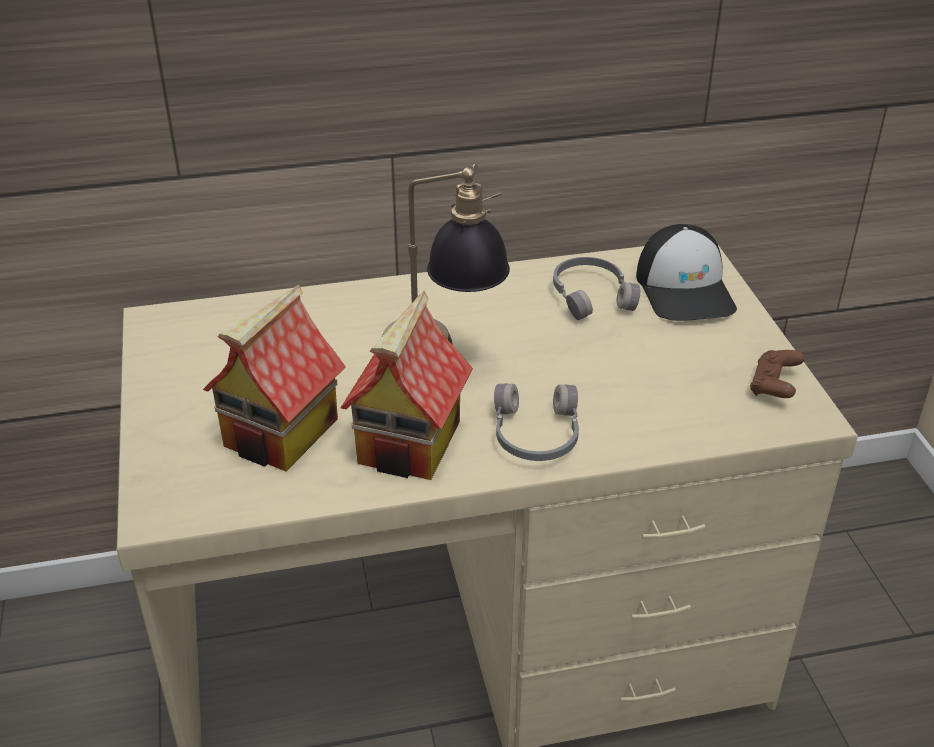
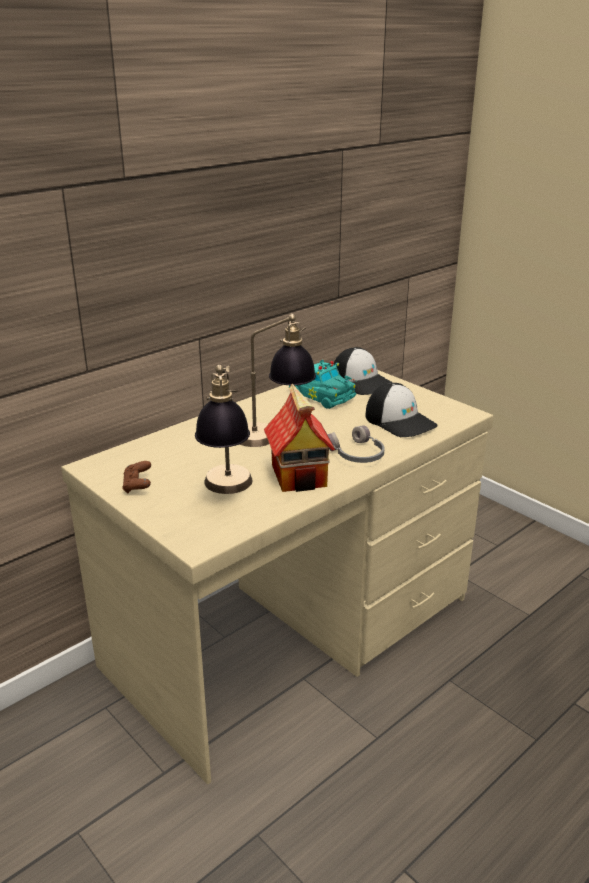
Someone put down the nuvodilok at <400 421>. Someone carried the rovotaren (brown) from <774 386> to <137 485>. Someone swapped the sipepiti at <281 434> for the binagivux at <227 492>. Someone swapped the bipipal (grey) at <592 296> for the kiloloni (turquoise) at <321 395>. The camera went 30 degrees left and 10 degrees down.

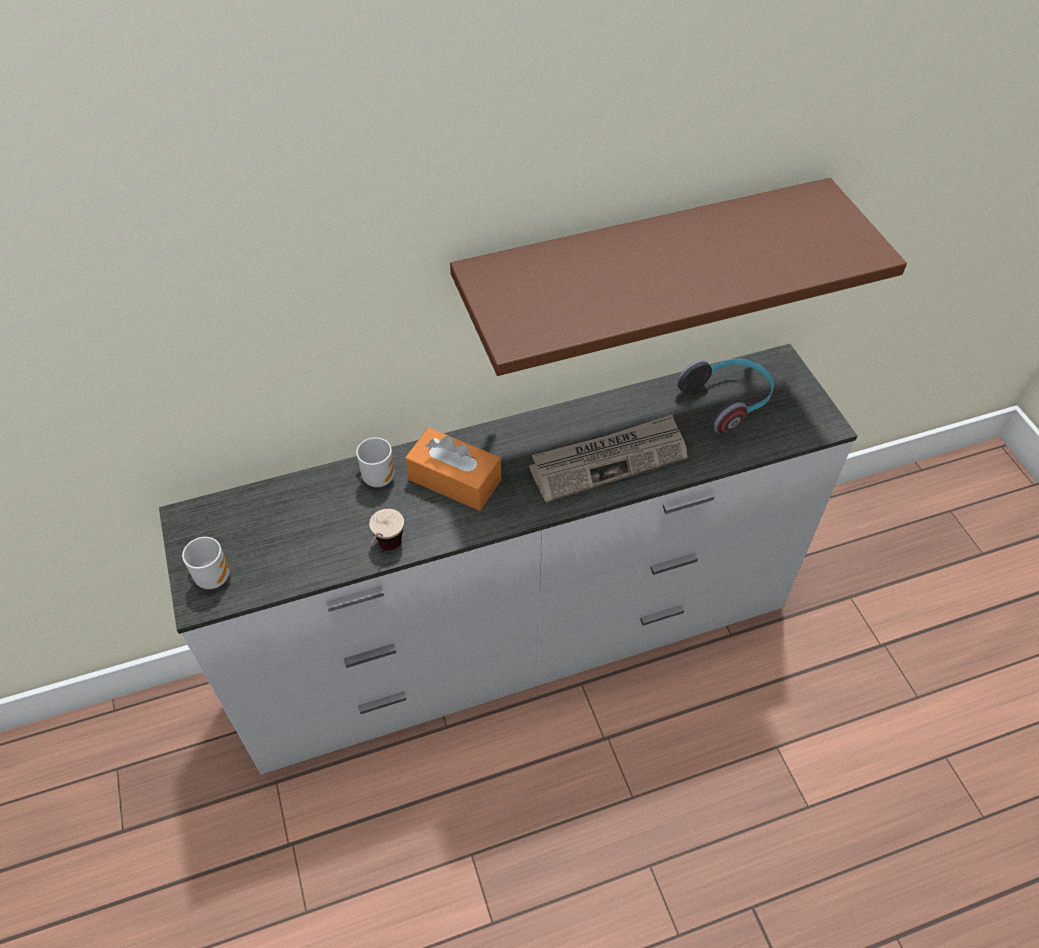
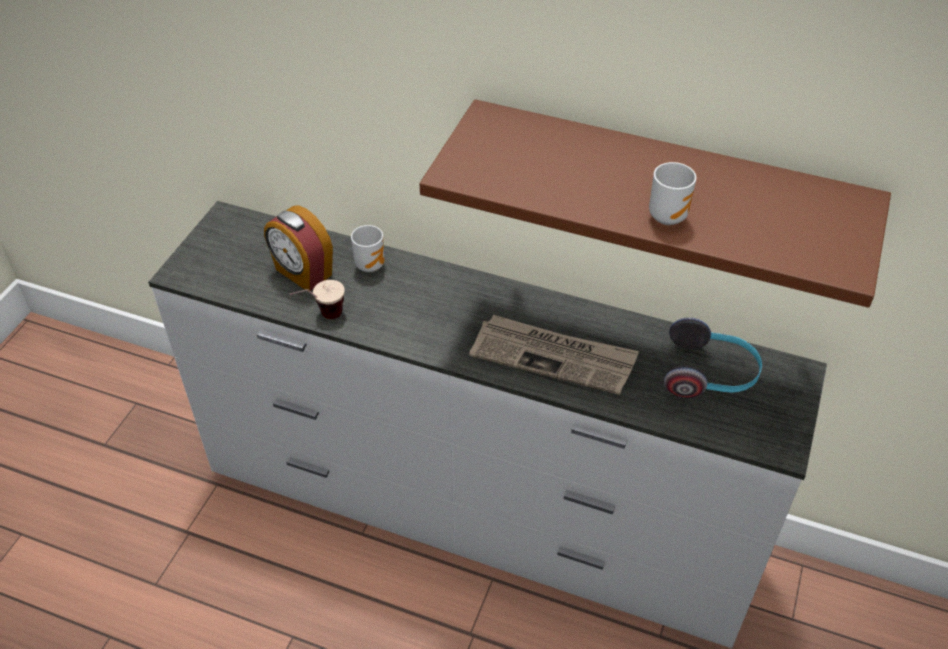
Someone took away the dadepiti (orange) at <454 480>. Someone put down the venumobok at <302 273>. Someone carried the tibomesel from <213 576> to <667 215>. The camera went 40 degrees right and 5 degrees down.

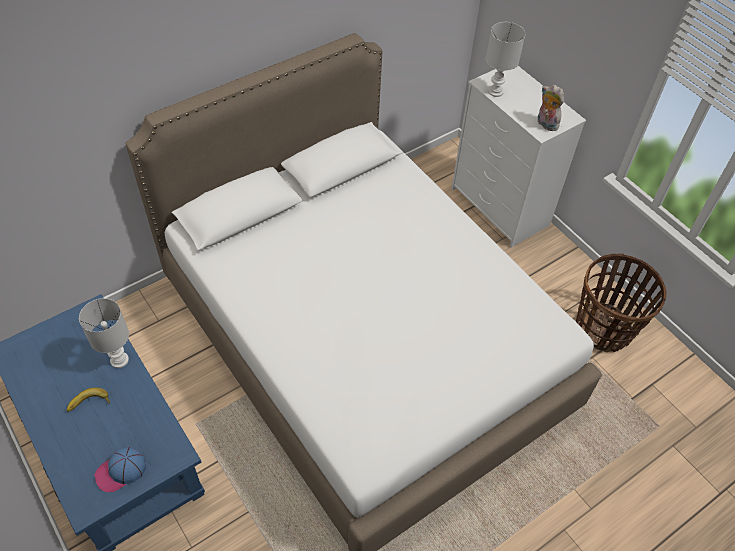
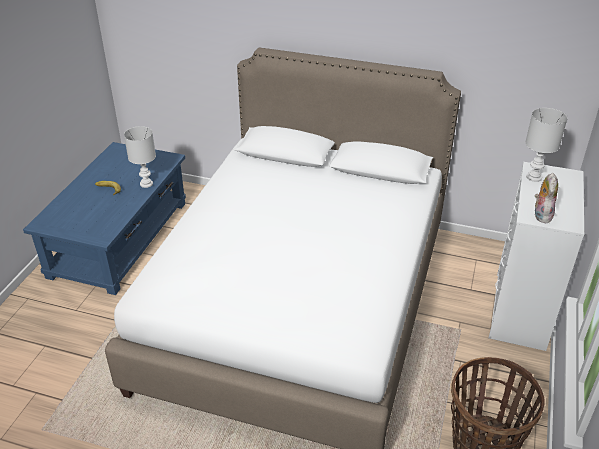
Someone took away the nuvodilok at <121 471>. The camera went 55 degrees right and 15 degrees down.

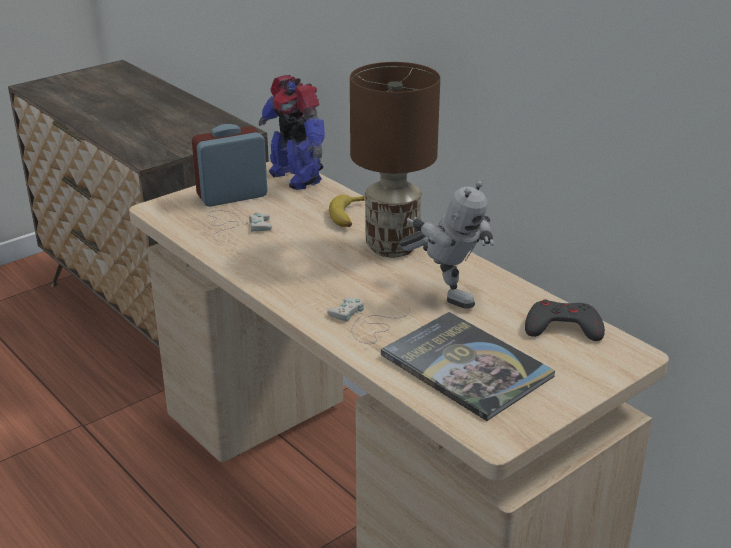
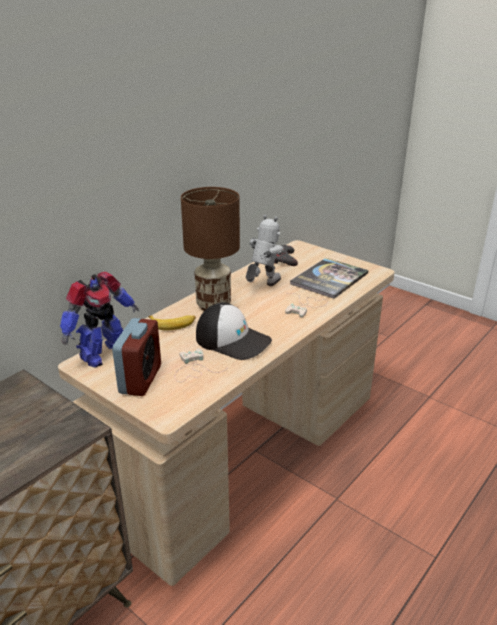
Someone put down the nuvodilok at <233 340>. Someone rotated the venumobok at <232 196> by 135 degrees counterclockwise. The camera went 100 degrees left and 0 degrees up.

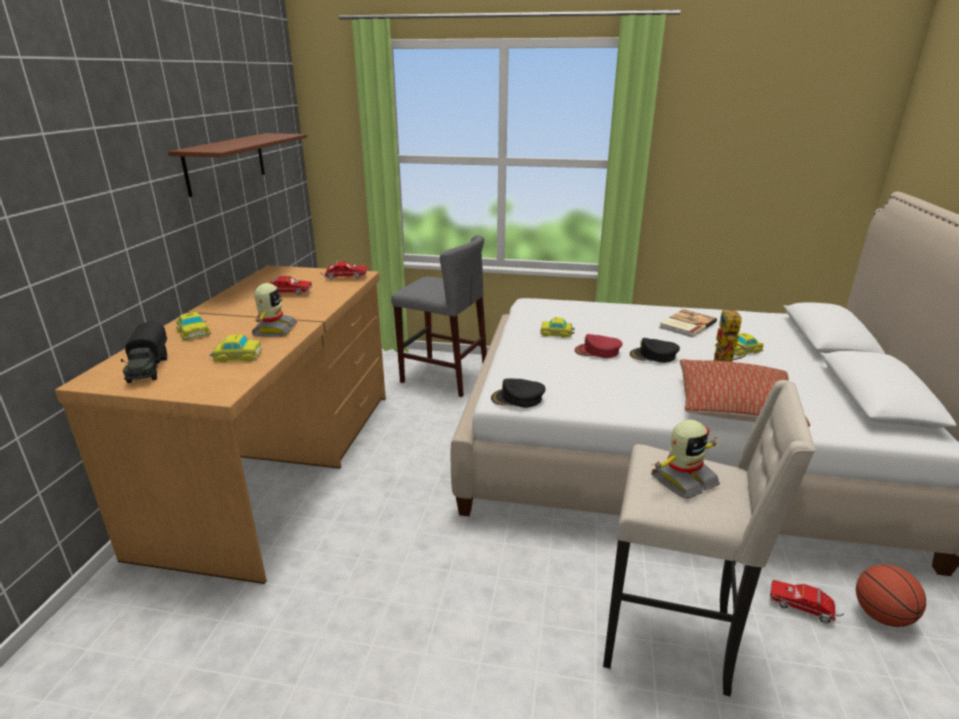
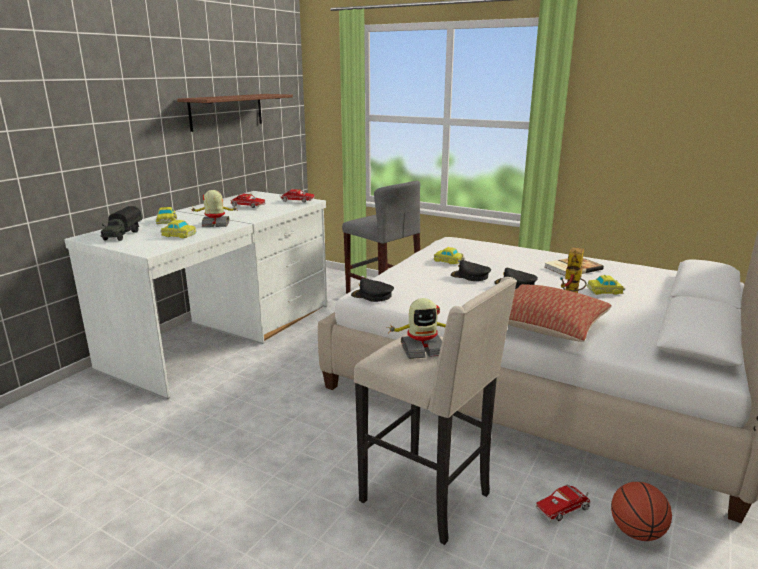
Someone repainted the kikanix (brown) at <281 464>, which became the kikanix (white) at <225 335>. Someone repainted the nuvodilok (red) at <597 351>, which became the nuvodilok (black) at <470 276>. Someone rotated the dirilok at <273 330> by 120 degrees counterclockwise. Someone rotated the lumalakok at <804 608> by 75 degrees counterclockwise. The camera went 20 degrees right and 5 degrees down.

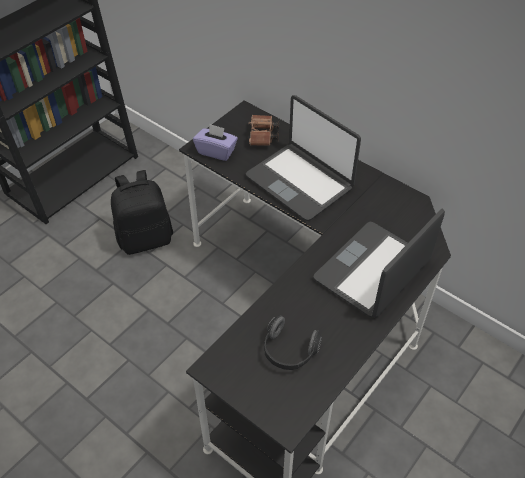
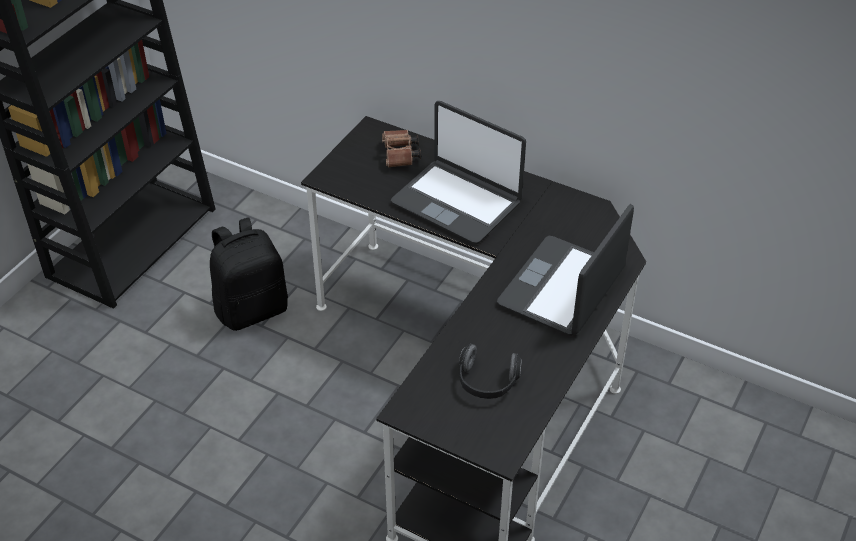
Someone took away the dadepiti (purple) at <216 151>. The camera went 10 degrees left and 5 degrees down.

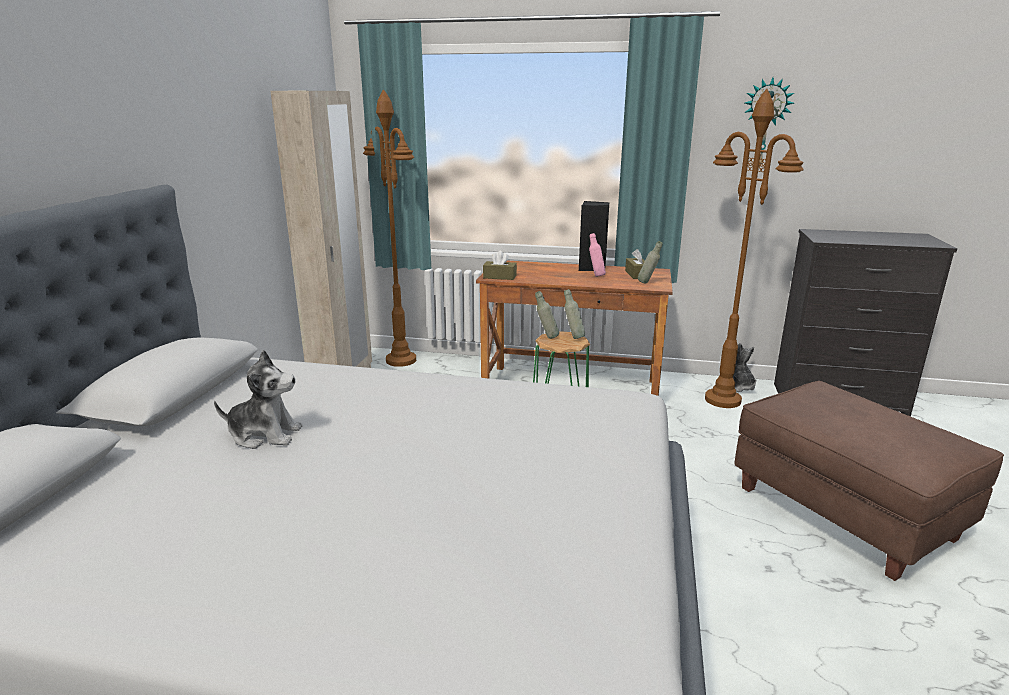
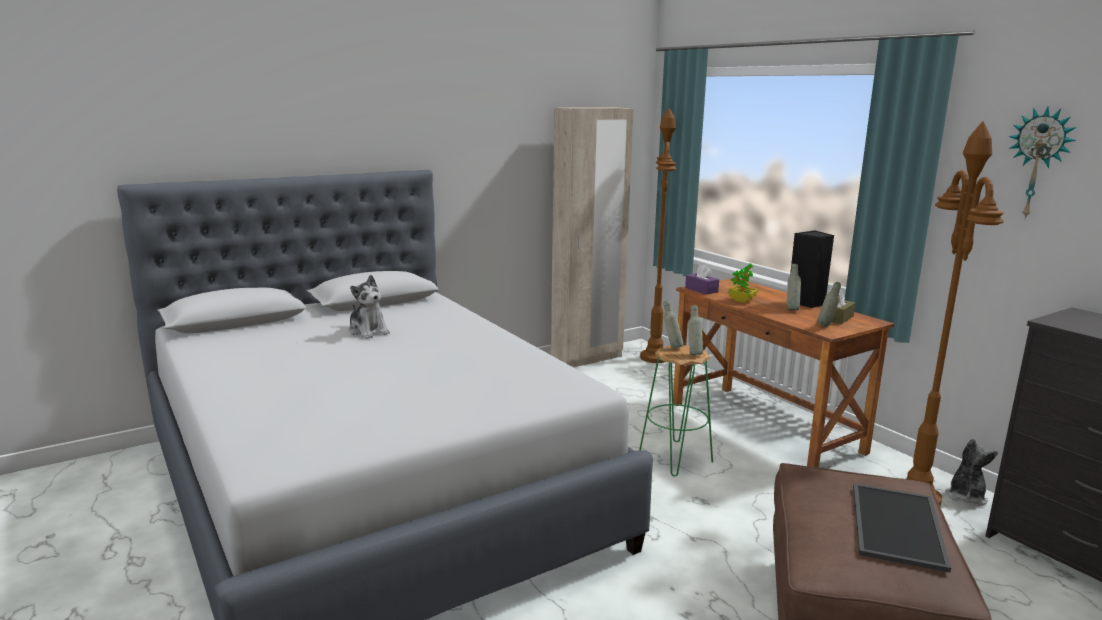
Someone put down the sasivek at <742 301>. Someone put down the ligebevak at <894 524>. Someone repainted the dadepiti (brown) at <499 277>, which became the dadepiti (purple) at <701 290>. Someone repainted the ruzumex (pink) at <596 276>, which became the ruzumex (grey) at <791 309>. The camera went 45 degrees right and 5 degrees down.

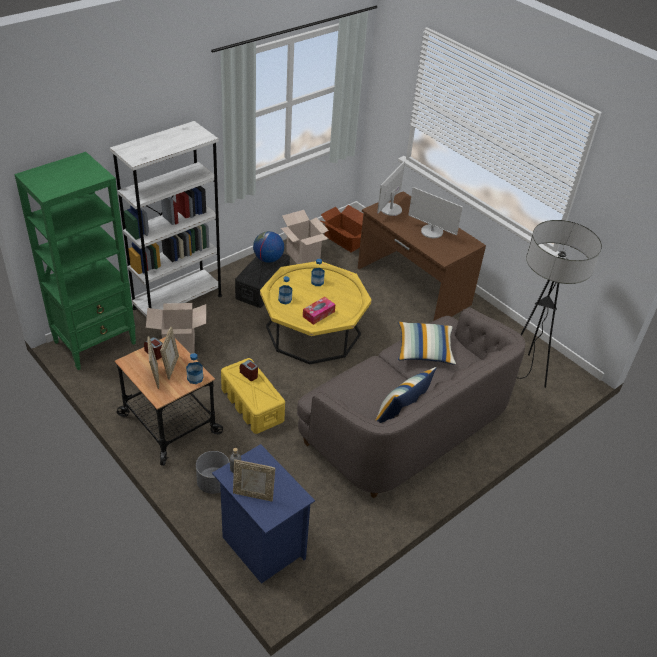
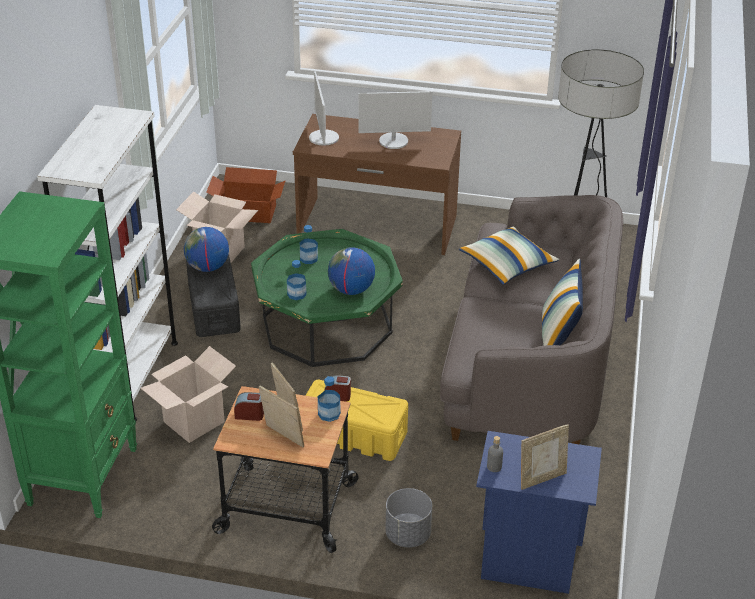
Someone swapped the dadepiti at <318 314> for the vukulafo at <351 290>. Someone repainted the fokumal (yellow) at <313 331>, which became the fokumal (green) at <327 325>. The camera went 35 degrees left and 5 degrees down.

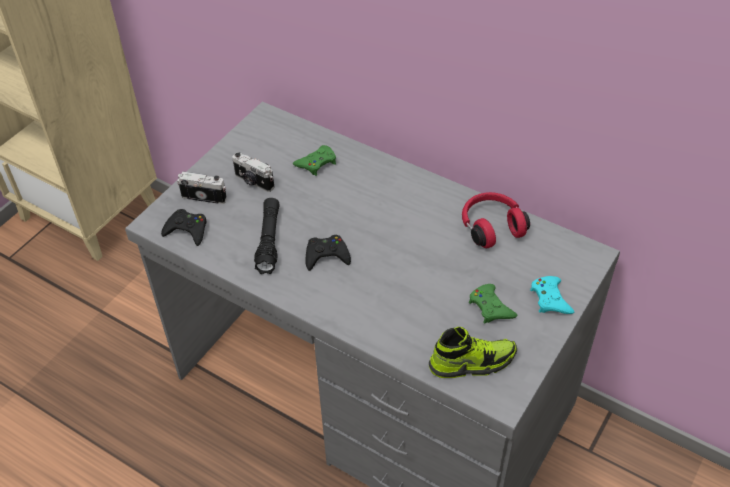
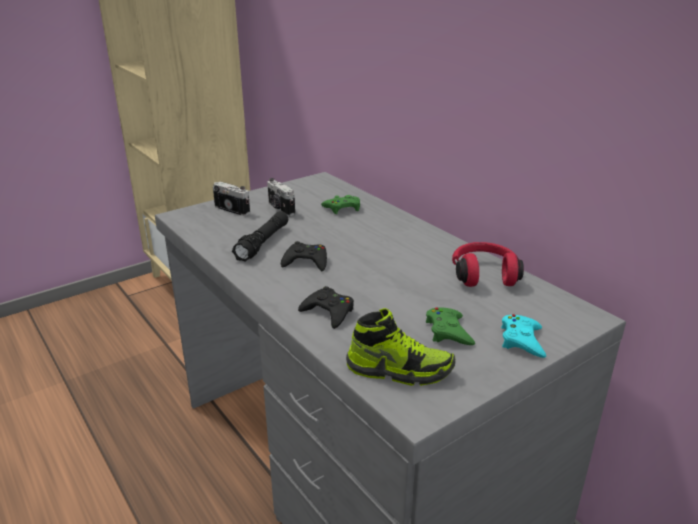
Someone carried the rovotaren (black) from <187 230> to <328 312>. The camera went 20 degrees right and 20 degrees down.

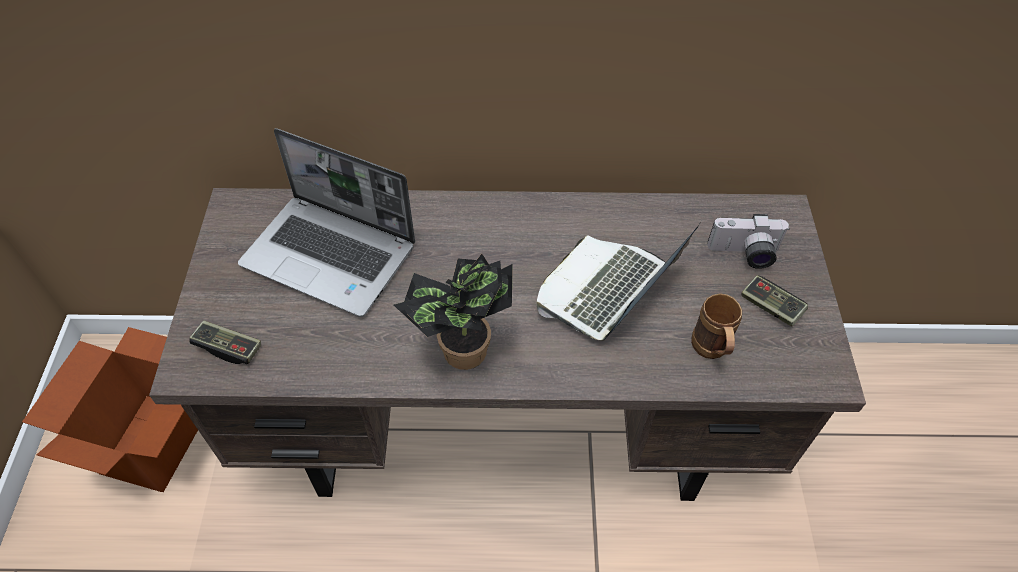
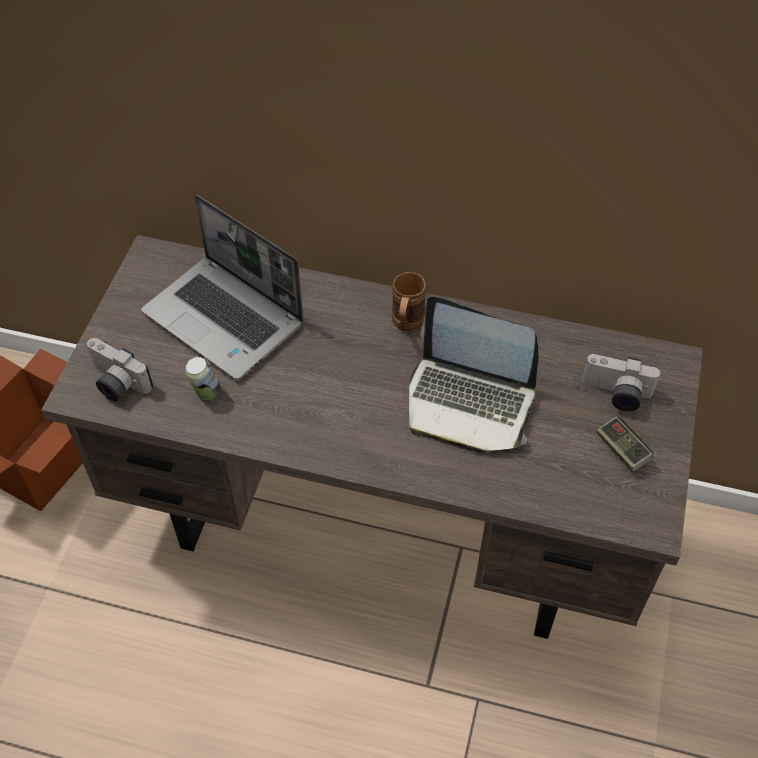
Someone took away the sasivek at <461 356>. Someone put down the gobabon at <206 392>. Someone carried the tibomesel (brown) from <711 351> to <406 325>. Someone swapped the rovotaren at <228 348> for the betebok at <116 383>. Someone rotated the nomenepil at <607 291> by 120 degrees counterclockwise. The camera went 15 degrees right and 0 degrees up.

